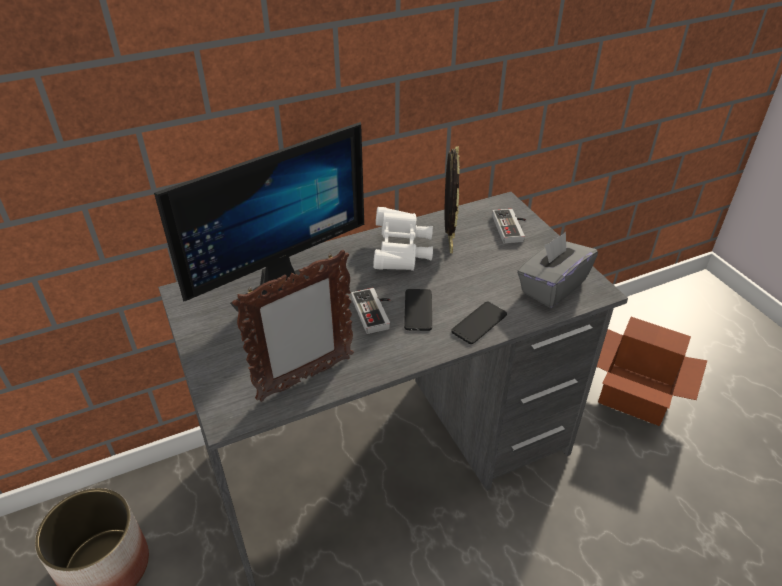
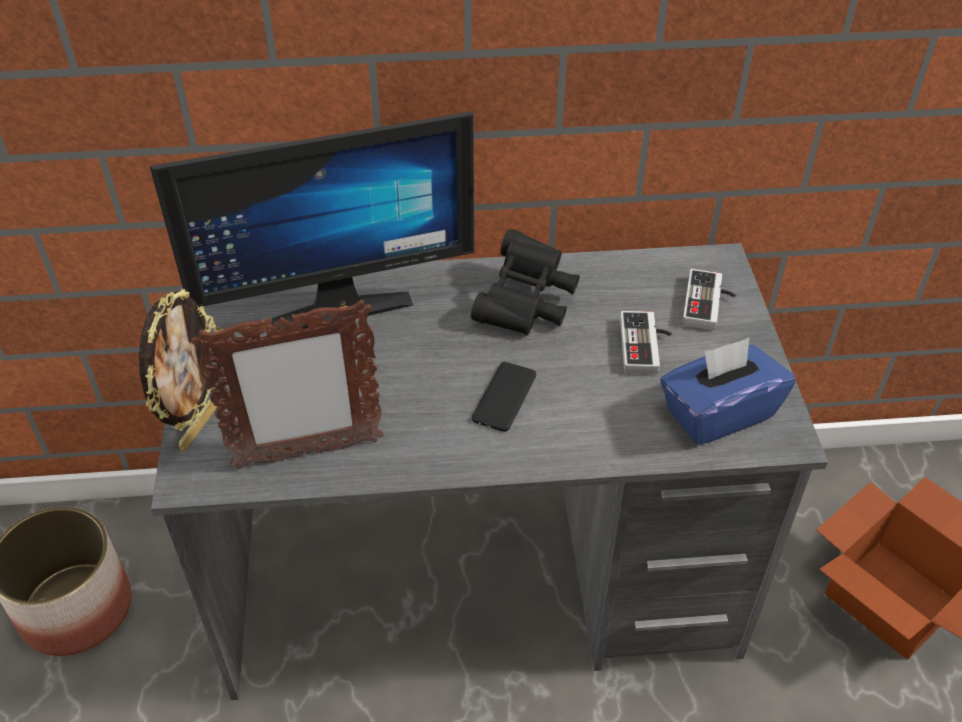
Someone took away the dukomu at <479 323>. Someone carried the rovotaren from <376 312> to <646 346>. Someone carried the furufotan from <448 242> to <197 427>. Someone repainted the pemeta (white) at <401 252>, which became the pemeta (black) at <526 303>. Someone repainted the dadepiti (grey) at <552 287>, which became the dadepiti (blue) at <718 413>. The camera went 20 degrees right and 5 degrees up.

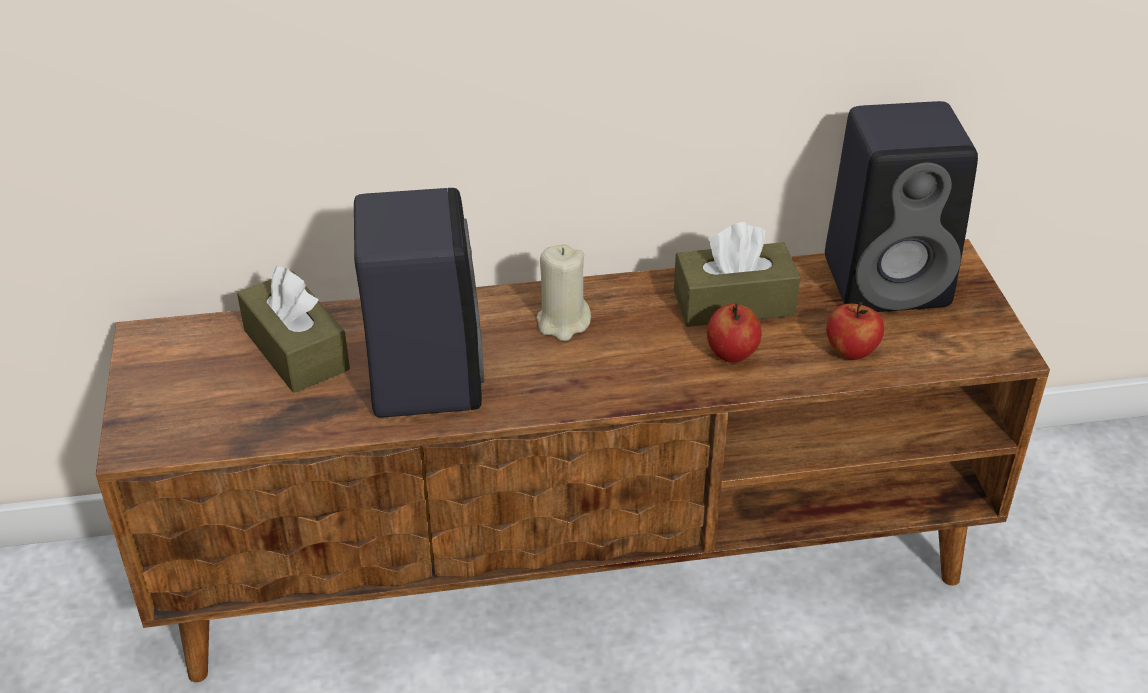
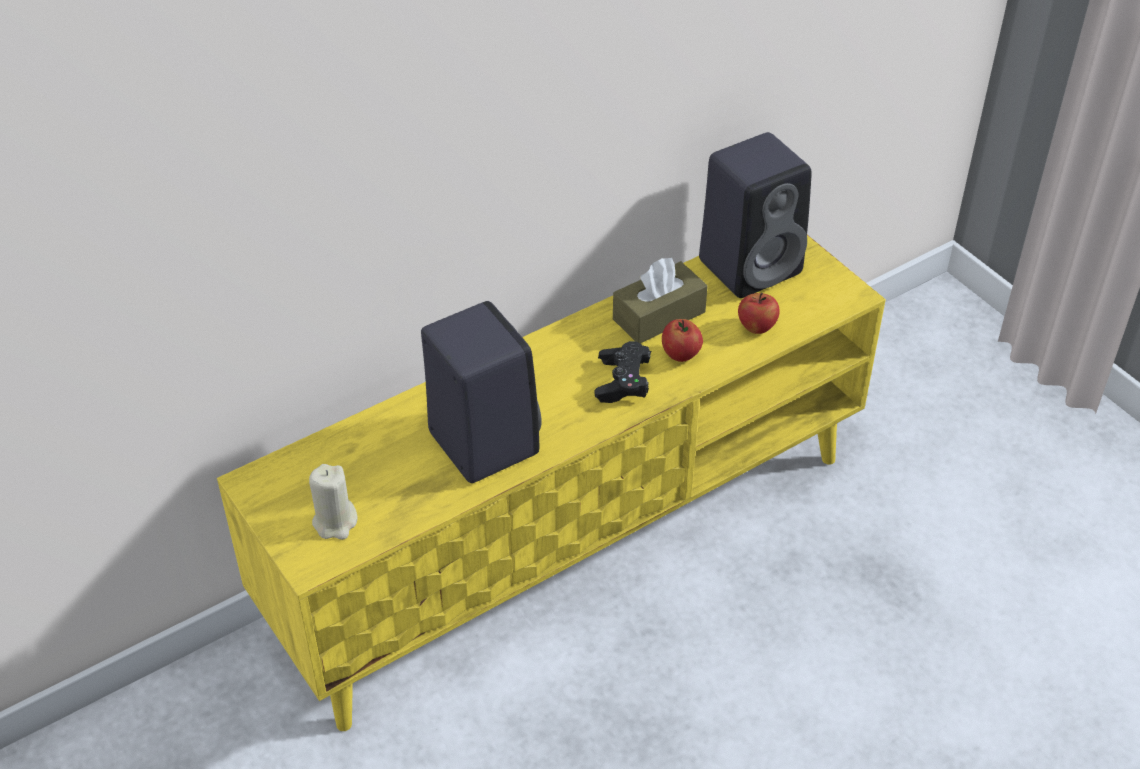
Someone took away the dadepiti (brown) at <296 350>. Someone put down the rovotaren (black) at <622 382>. Someone carried the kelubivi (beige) from <563 322> to <335 522>. Someone repainted the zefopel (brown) at <576 562>, which became the zefopel (yellow) at <570 540>. The camera went 25 degrees left and 5 degrees up.

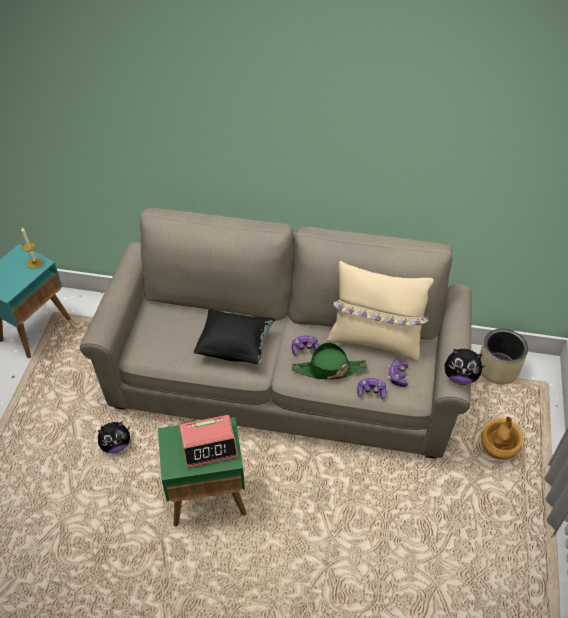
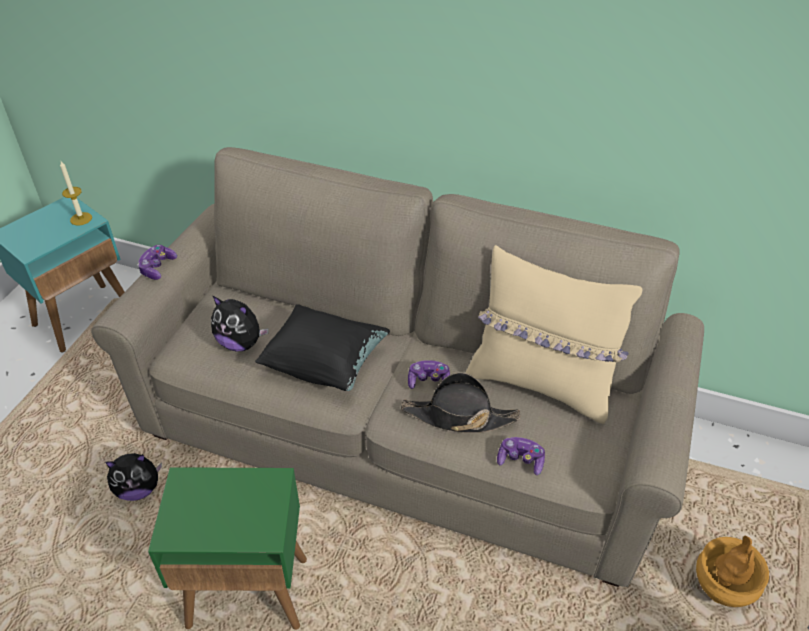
Someone took away the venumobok at <209 445>. Someone took away the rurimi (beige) at <498 368>. Someone carried the rovotaren from <398 376> to <157 268>. Someone carried the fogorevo from <460 376> to <241 343>. Someone repainted the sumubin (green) at <328 369>, which became the sumubin (black) at <459 416>. The camera went 10 degrees right and 5 degrees down.

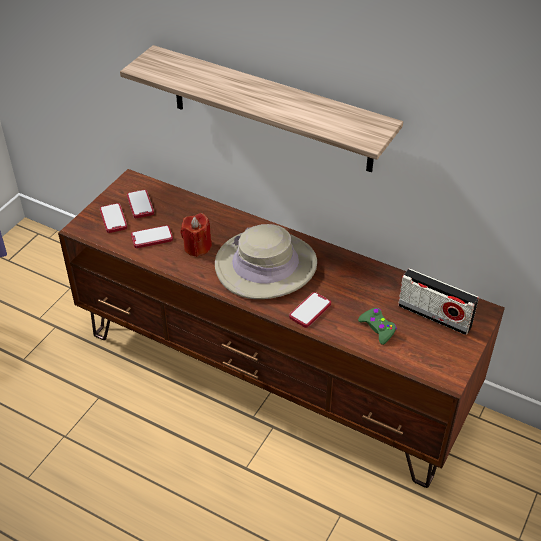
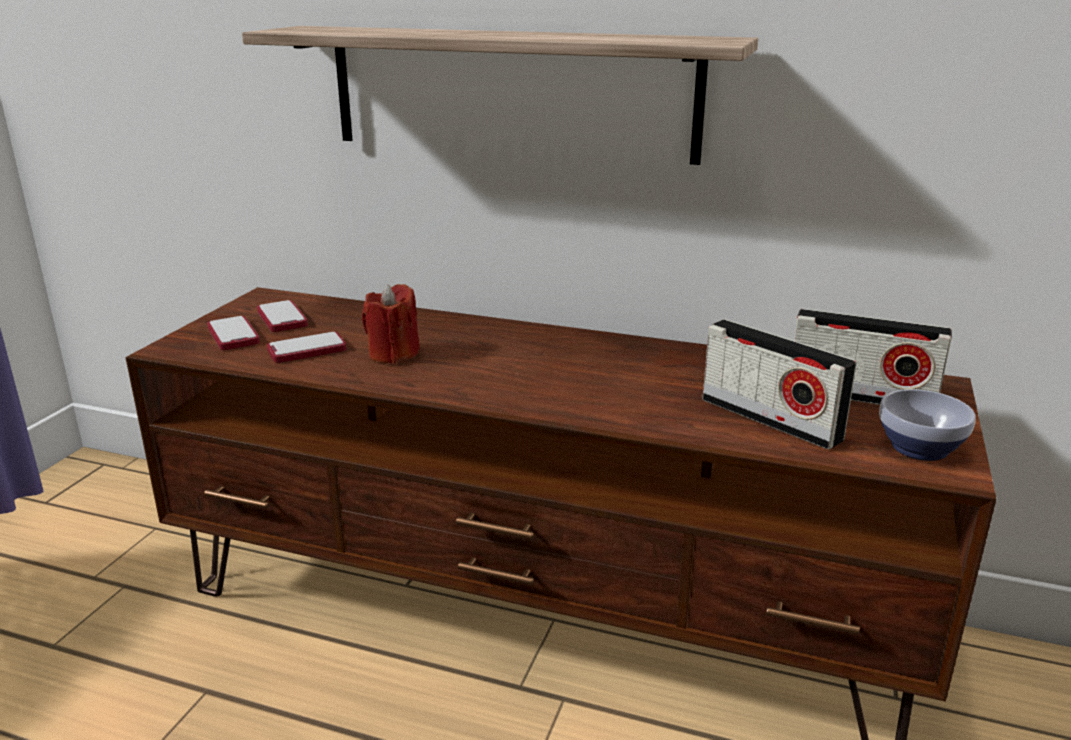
Someone took away the sumubin (beige) at <266 265>. Someone took away the dukomu at <310 311>. Someone put down the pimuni at <922 448>. Someone swapped the rovotaren (green) at <377 328> for the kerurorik at <770 419>. The camera went 10 degrees left and 20 degrees down.

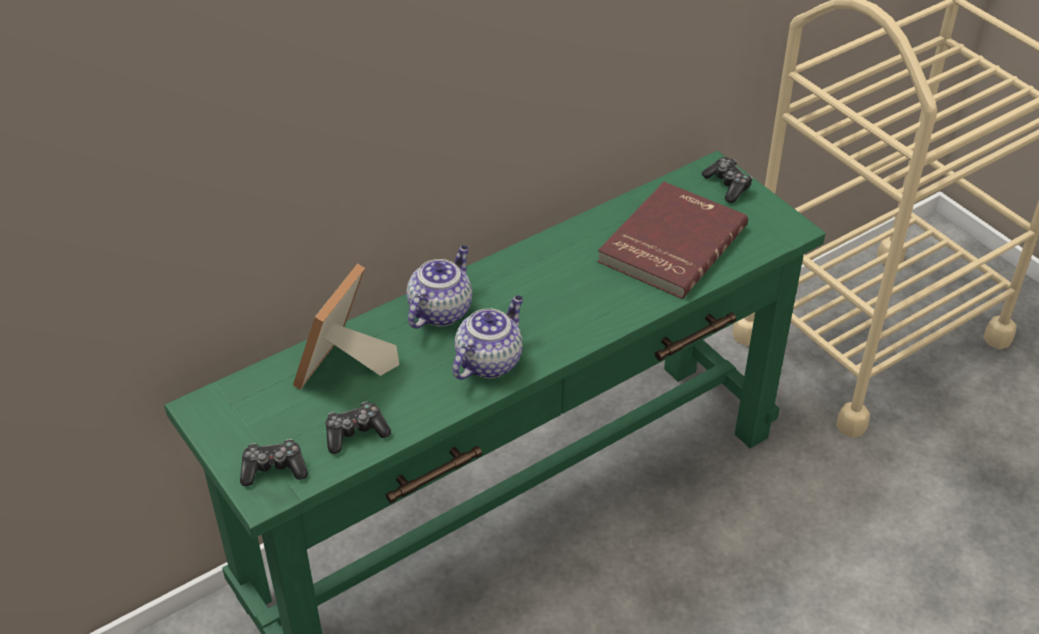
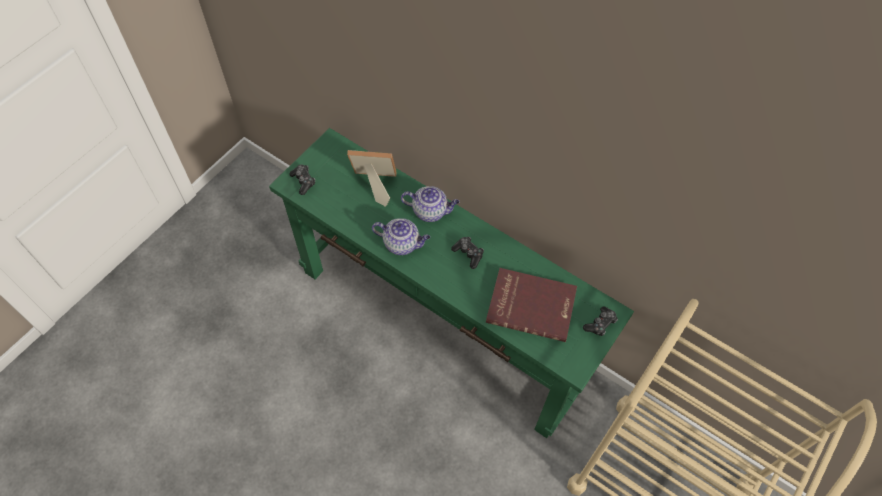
Someone carried the rovotaren from <355 433> to <468 254>. The camera went 70 degrees right and 15 degrees up.

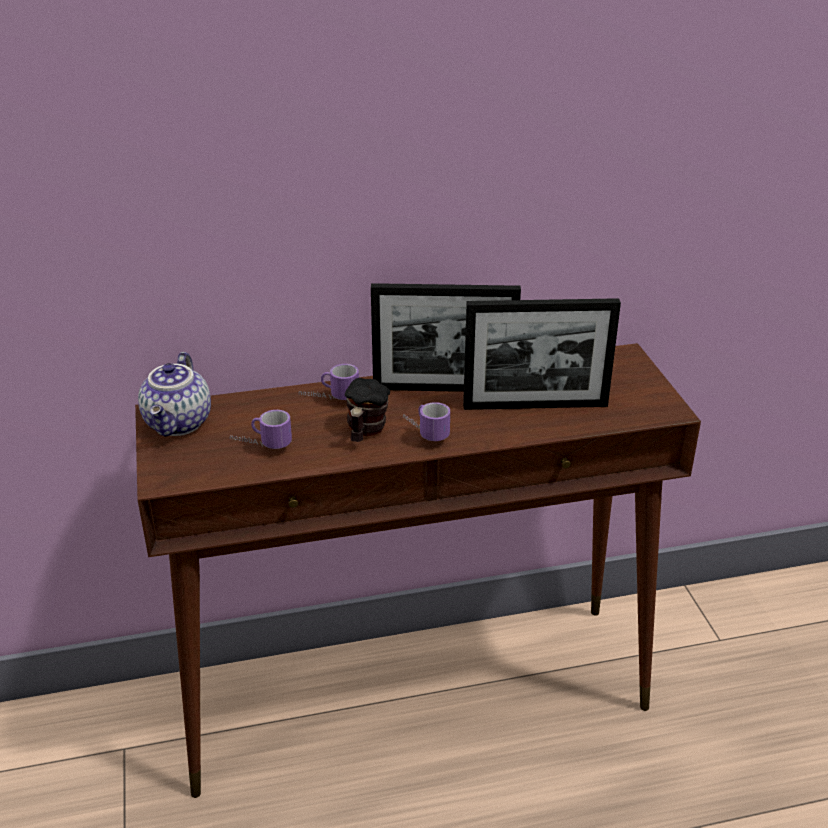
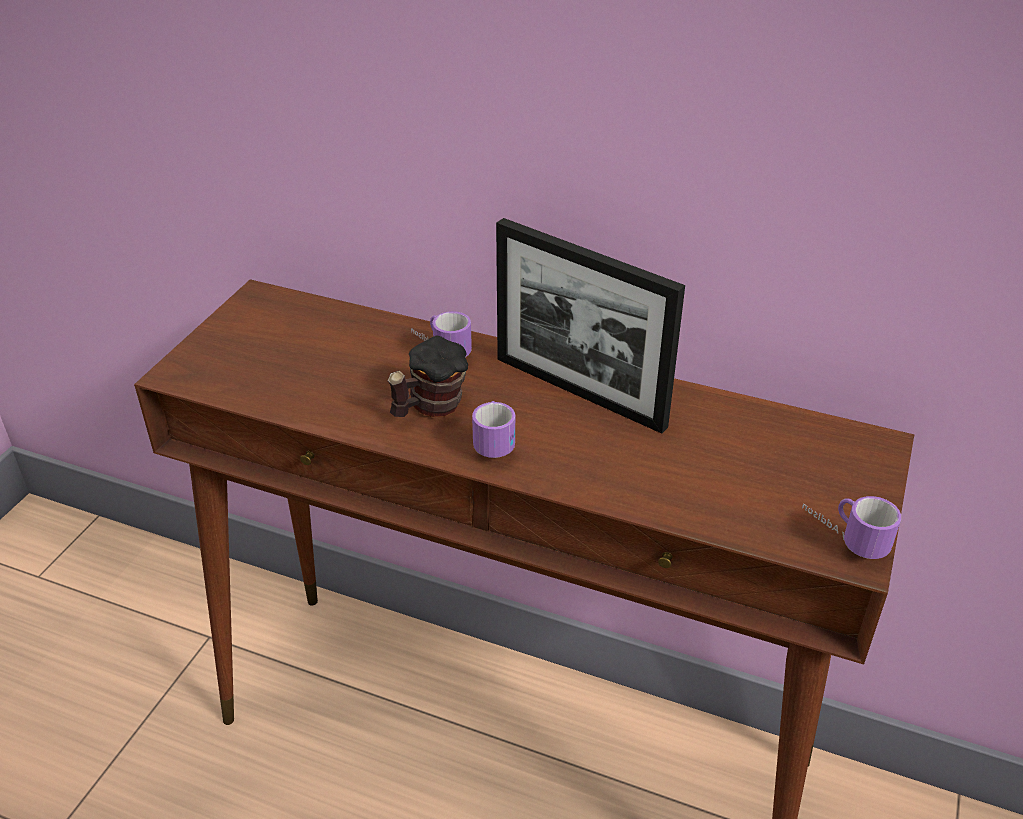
Someone took away the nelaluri at <179 424>. Someone took away the furufotan at <535 405>. Someone carried the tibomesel from <260 445> to <841 537>. The camera went 35 degrees right and 5 degrees up.

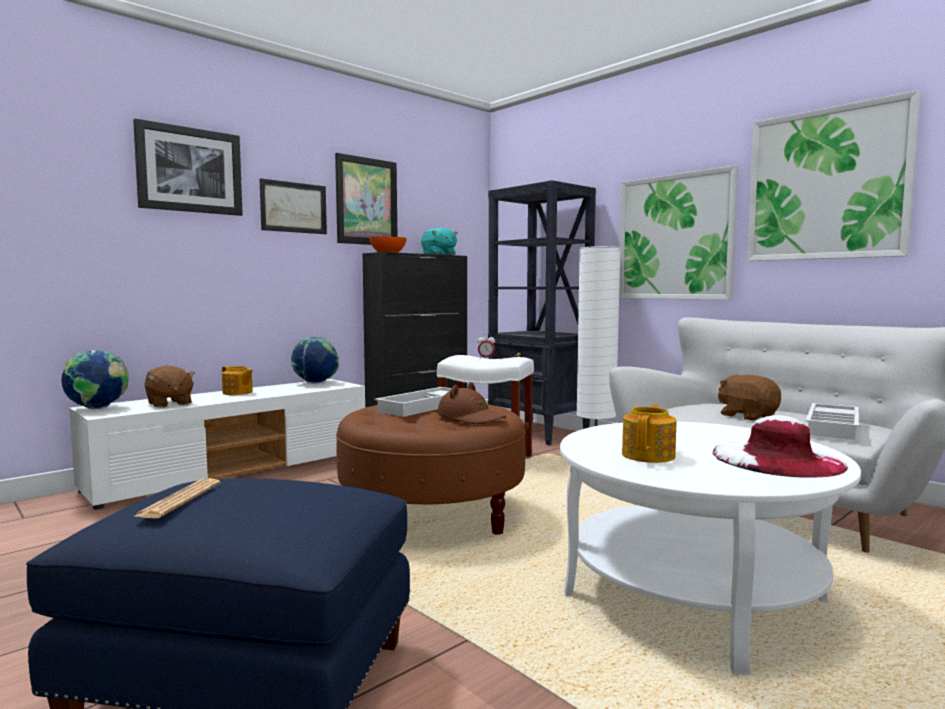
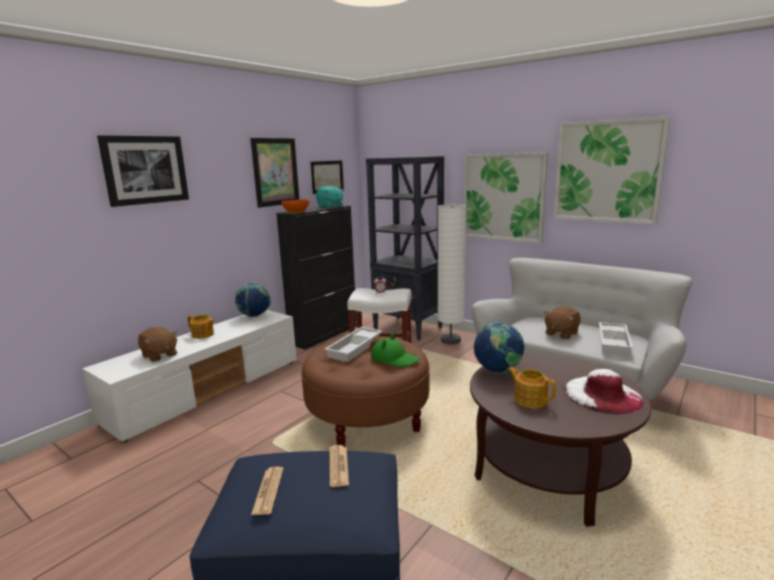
Someone put down the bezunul at <338 466>. Someone carried the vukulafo from <97 409> to <498 371>. Someone carried the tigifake from <294 207> to <327 176>. Someone repainted the sumubin (brown) at <471 418>, which became the sumubin (green) at <394 359>. Someone repainted the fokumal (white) at <693 598>, which became the fokumal (brown) at <549 470>. Someone rotated the nelaluri at <649 455> by 60 degrees counterclockwise. Someone rotated the fogorevo (brown) at <747 416> by 90 degrees counterclockwise. The camera went 10 degrees left and 10 degrees up.

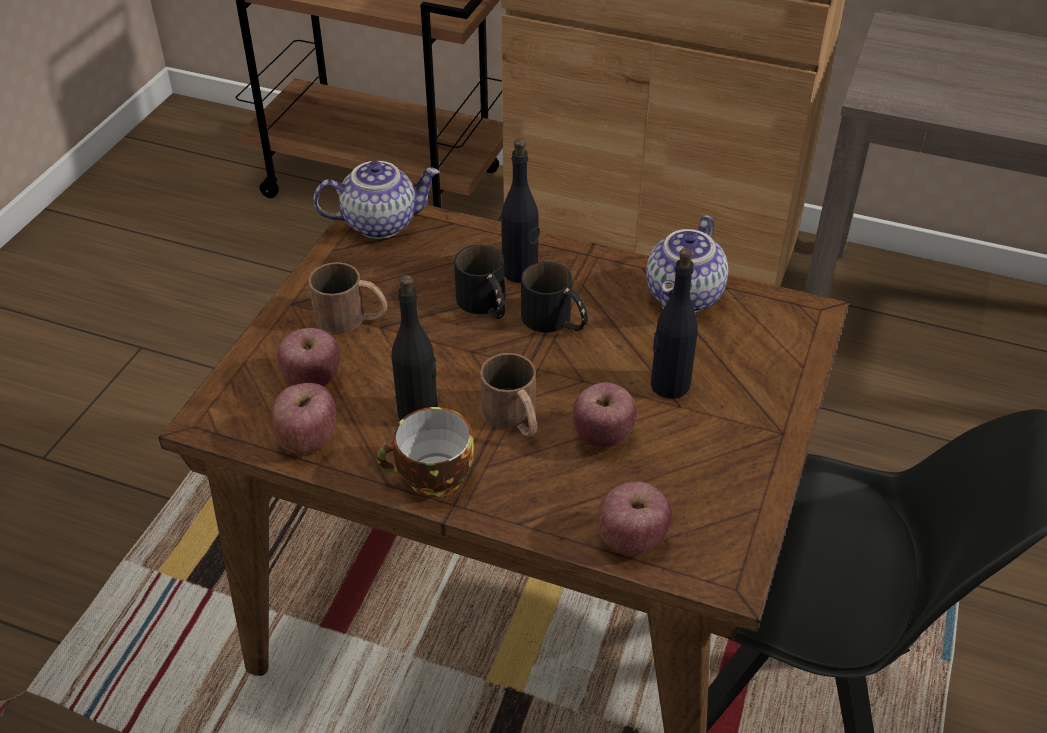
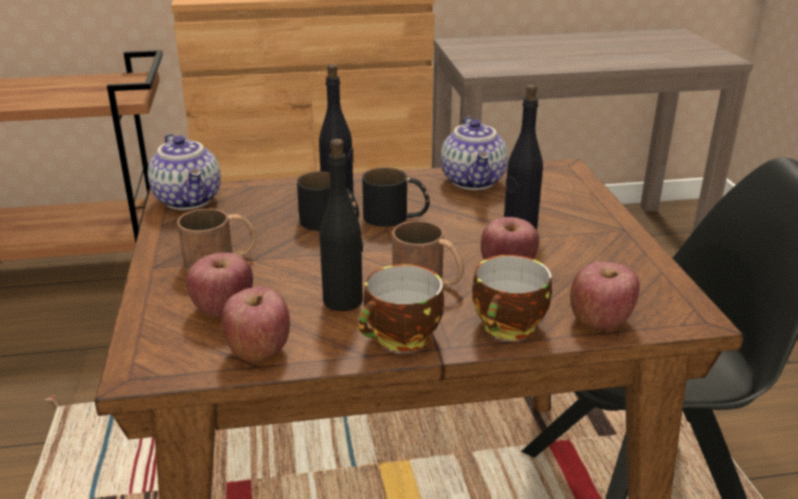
Someone put down the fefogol at <509 327>. Someone rotated the nelaluri at <380 222> by 105 degrees clockwise. The camera went 30 degrees left and 15 degrees down.

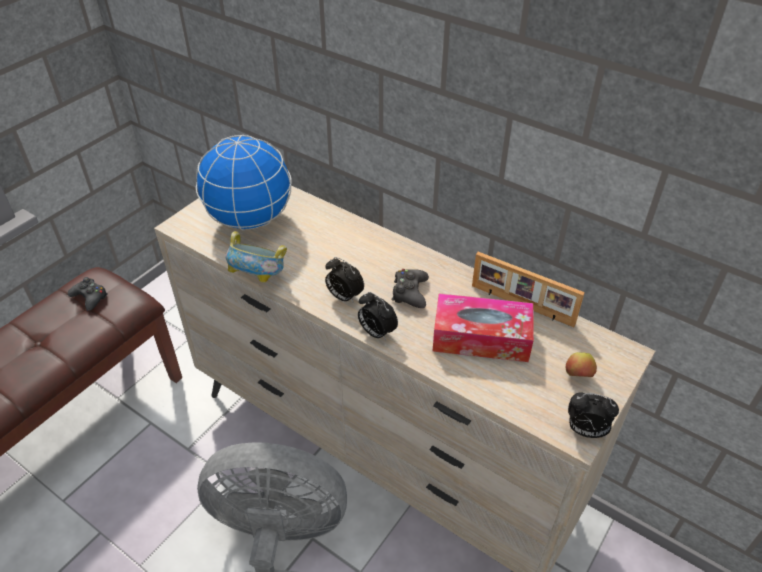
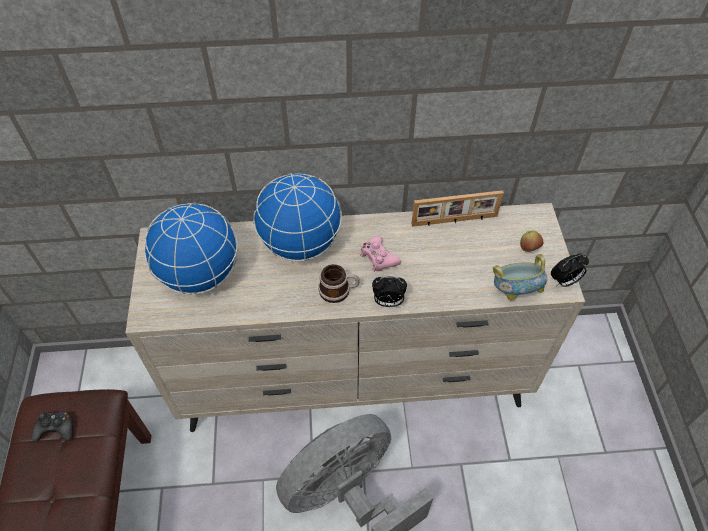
Someone took away the dadepiti at <481 338>. Someone put down the vukulafo at <300 244>. Someone carried the pimuni from <259 278> to <515 291>. Someone swapped the venumobok at <344 297> for the tibomesel at <339 290>. Someone repainted the rovotaren (black) at <409 293>, which became the rovotaren (pink) at <378 258>. The camera went 40 degrees left and 10 degrees up.

